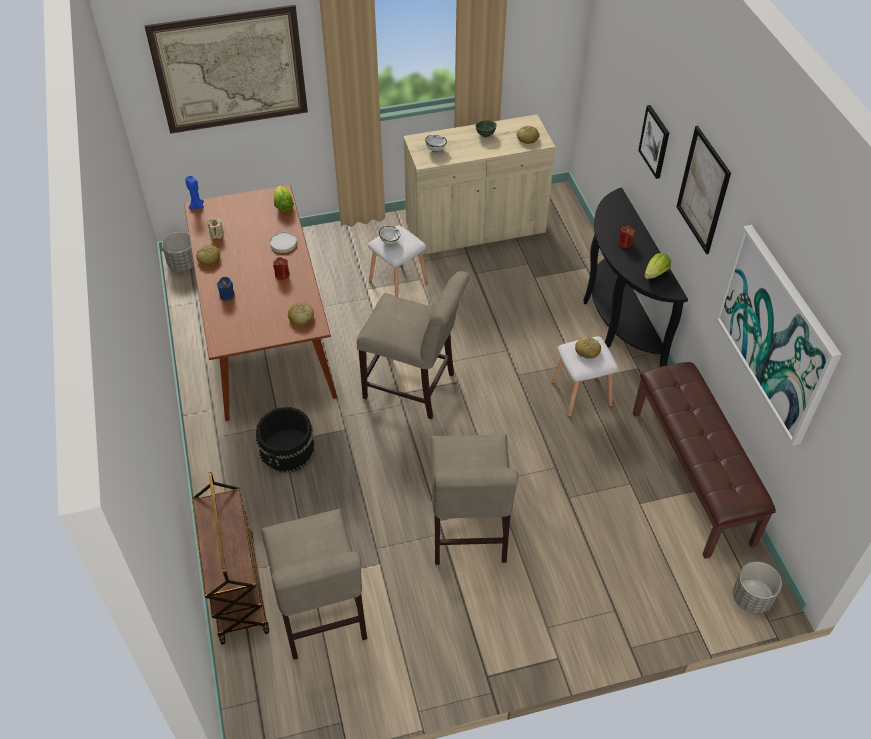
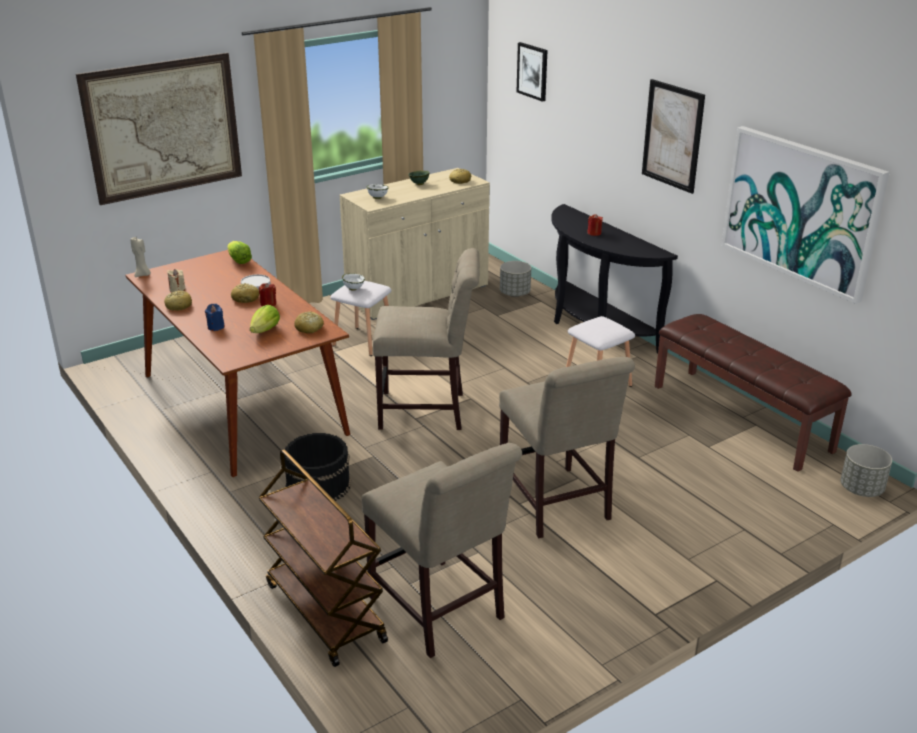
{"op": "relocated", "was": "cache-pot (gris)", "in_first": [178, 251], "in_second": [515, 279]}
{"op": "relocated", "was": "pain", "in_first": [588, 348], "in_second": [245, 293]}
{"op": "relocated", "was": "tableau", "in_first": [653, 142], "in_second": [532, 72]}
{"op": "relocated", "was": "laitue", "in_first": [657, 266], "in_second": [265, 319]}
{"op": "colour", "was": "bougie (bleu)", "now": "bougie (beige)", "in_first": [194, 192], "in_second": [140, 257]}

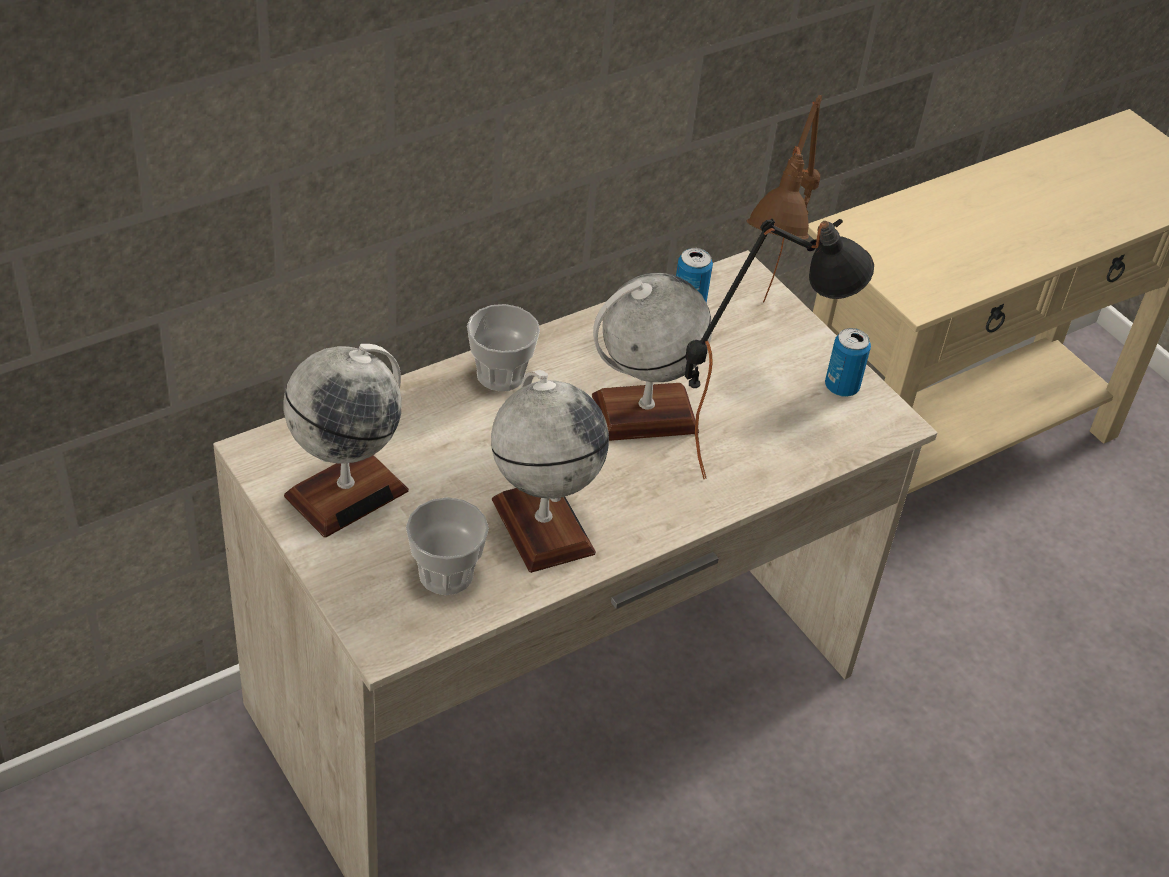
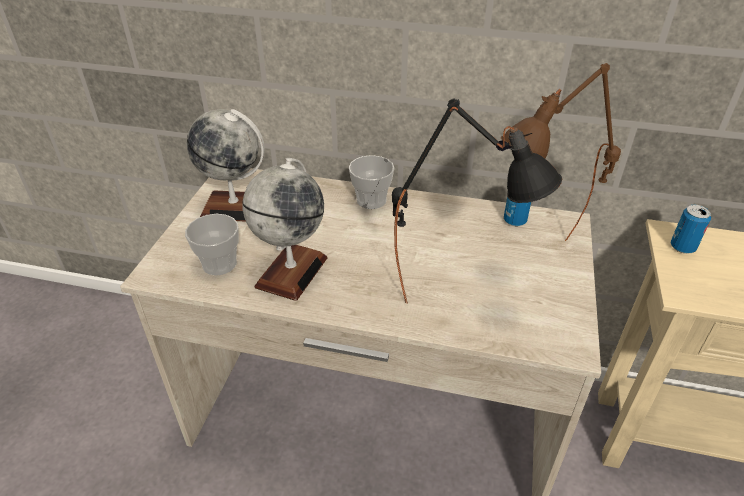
{"op": "missing", "was": "globe", "in_first": [652, 357]}
{"op": "relocated", "was": "boîte métallique", "in_first": [848, 362], "in_second": [691, 229]}

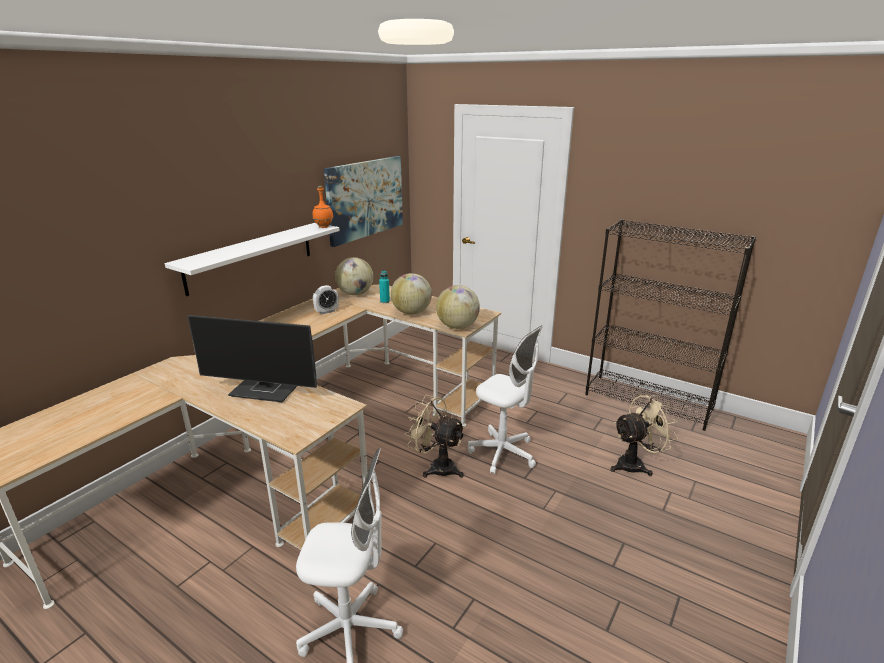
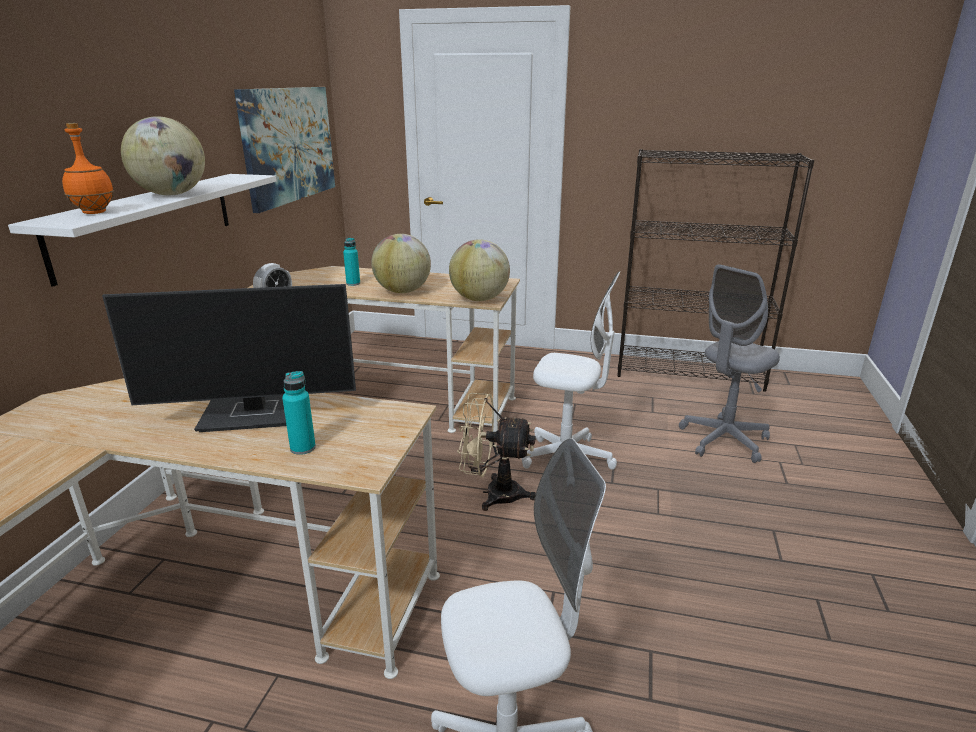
{"op": "appeared", "now": "bouteille (turquoise)", "in_second": [299, 413]}
{"op": "relocated", "was": "bouteille (orange)", "in_first": [323, 207], "in_second": [88, 168]}
{"op": "relocated", "was": "globe", "in_first": [354, 276], "in_second": [163, 155]}
{"op": "exchanged", "was": "ventilateur (beige)", "now": "chaise de bureau (gris)", "in_first": [644, 435], "in_second": [729, 363]}

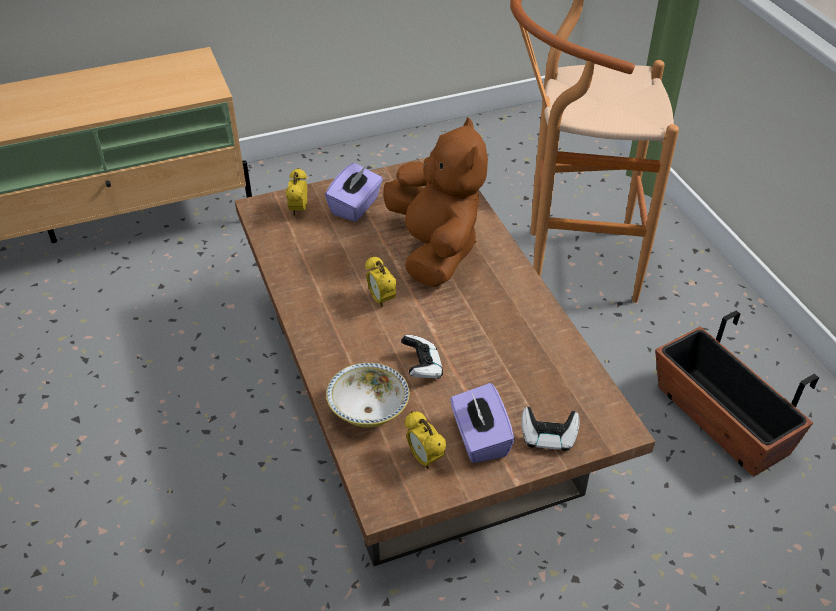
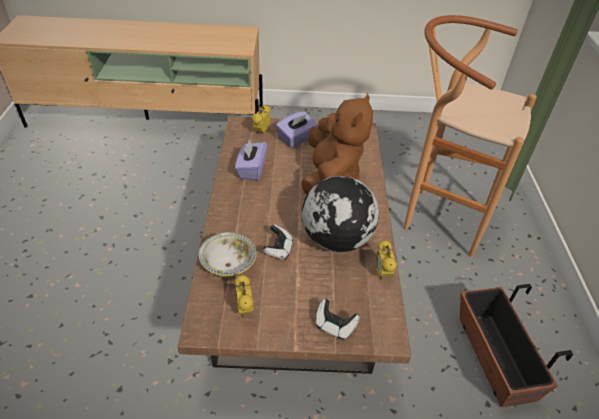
{"op": "appeared", "now": "globe", "in_second": [340, 214]}
{"op": "relocated", "was": "réveil", "in_first": [380, 282], "in_second": [386, 260]}
{"op": "relocated", "was": "boîte à mouchoirs (violet)", "in_first": [482, 423], "in_second": [251, 160]}

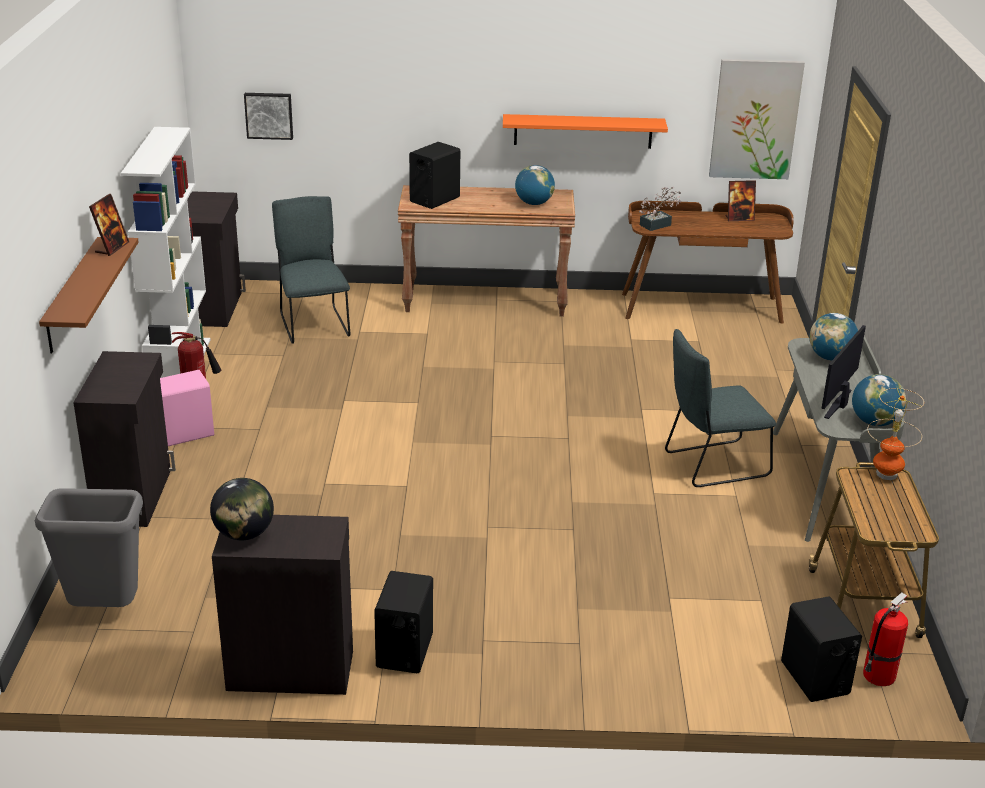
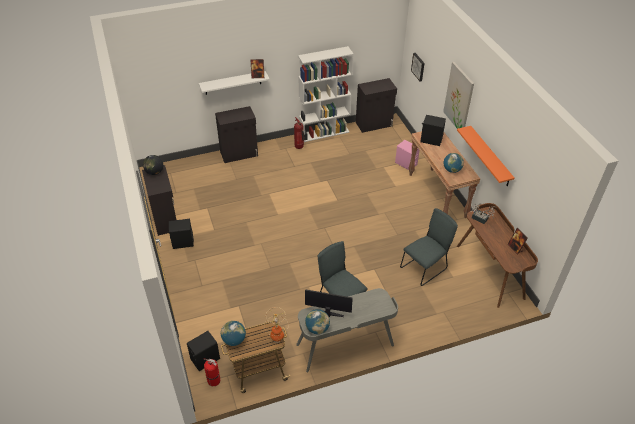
{"op": "missing", "was": "poubelle (gris)", "in_first": [89, 547]}
{"op": "relocated", "was": "enceinte (rose)", "in_first": [187, 408], "in_second": [407, 155]}
{"op": "relocated", "was": "chaise (gris)", "in_first": [311, 270], "in_second": [429, 247]}
{"op": "relocated", "was": "tableau", "in_first": [757, 119], "in_second": [458, 95]}
{"op": "relocated", "was": "globe", "in_first": [833, 337], "in_second": [233, 333]}
{"op": "colour", "was": "étagère (marron)", "now": "étagère (blanc)", "in_first": [89, 295], "in_second": [234, 83]}

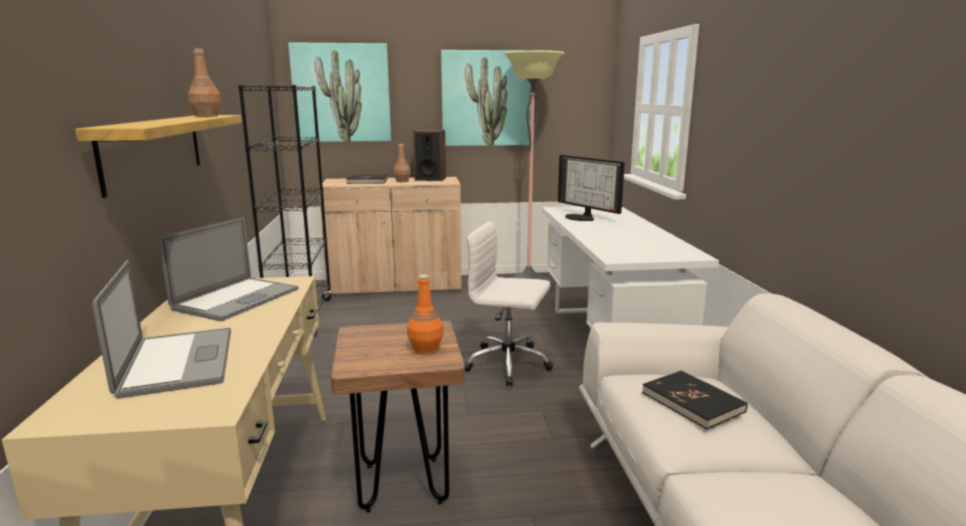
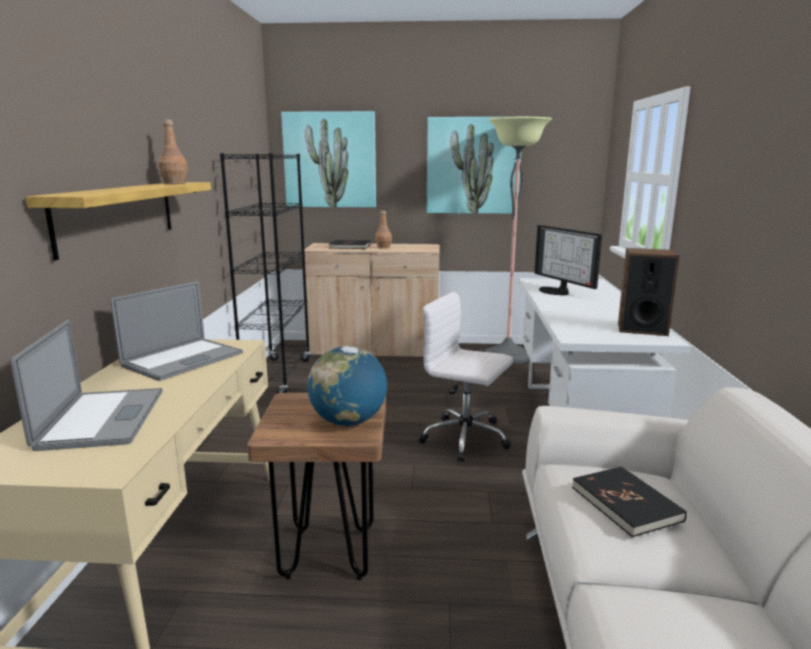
{"op": "relocated", "was": "enceinte", "in_first": [429, 155], "in_second": [648, 292]}
{"op": "exchanged", "was": "bouteille (orange)", "now": "globe", "in_first": [425, 314], "in_second": [347, 386]}

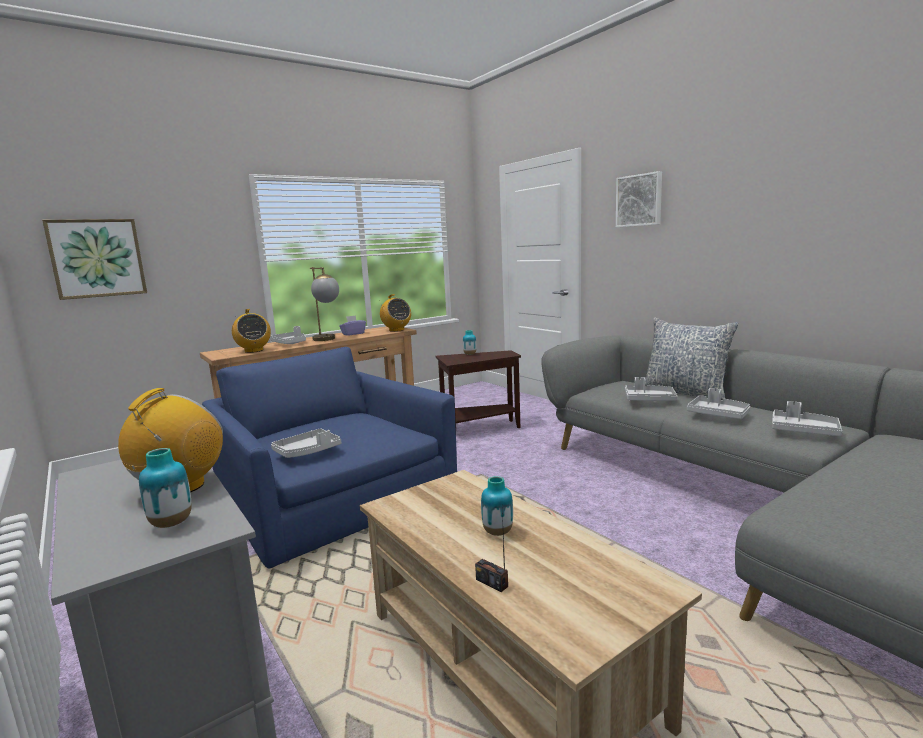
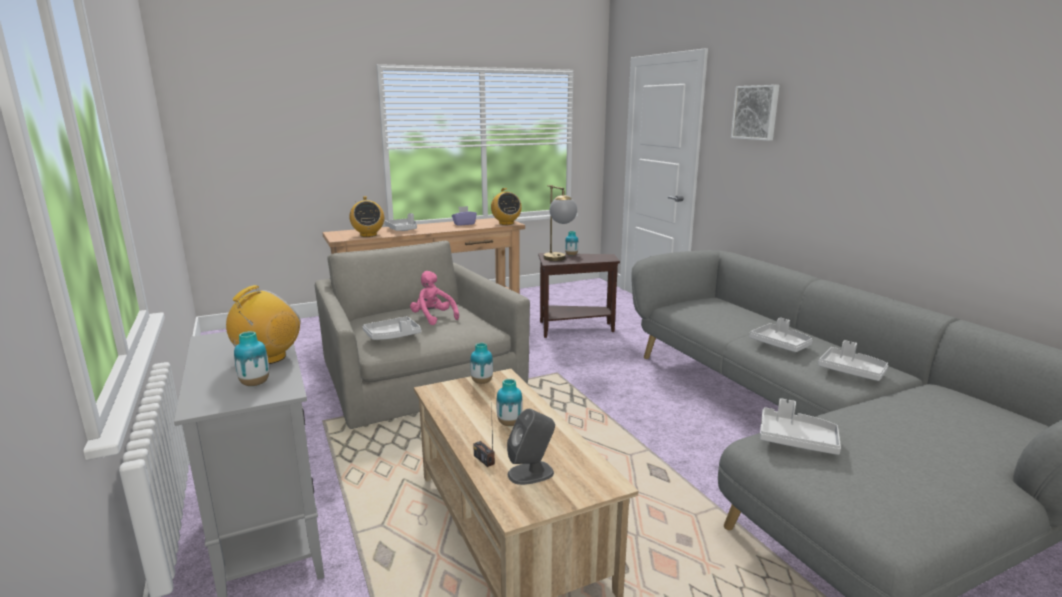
{"op": "missing", "was": "tableau", "in_first": [94, 259]}
{"op": "missing", "was": "coussin", "in_first": [692, 359]}
{"op": "appeared", "now": "peluche (rose)", "in_second": [434, 298]}
{"op": "appeared", "now": "vase", "in_second": [481, 363]}
{"op": "appeared", "now": "enceinte (gris)", "in_second": [531, 447]}
{"op": "relocated", "was": "lampe de table", "in_first": [324, 304], "in_second": [560, 223]}
{"op": "relocated", "was": "plateau (gris)", "in_first": [651, 389], "in_second": [800, 426]}
{"op": "colour", "was": "fauteuil (bleu)", "now": "fauteuil (gris)", "in_first": [329, 457], "in_second": [422, 335]}

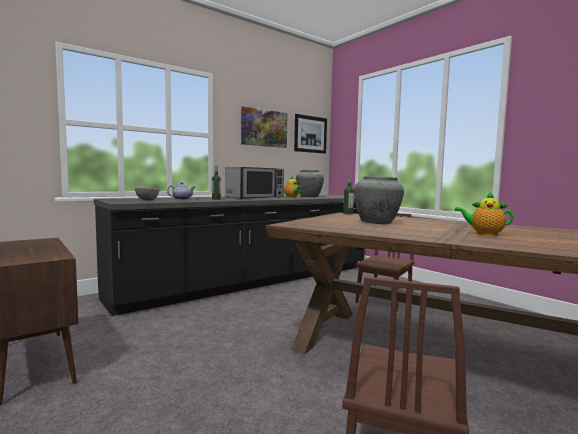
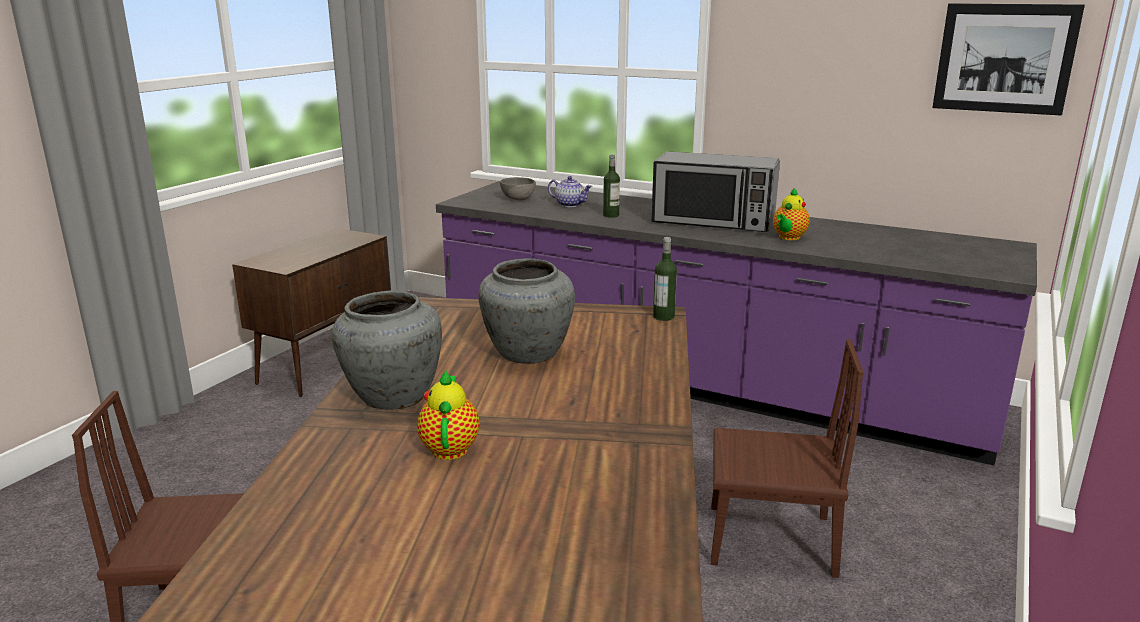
{"op": "missing", "was": "tableau", "in_first": [264, 127]}
{"op": "relocated", "was": "vase (gris)", "in_first": [310, 183], "in_second": [387, 350]}
{"op": "colour", "was": "comptoir de cuisine (noir)", "now": "comptoir de cuisine (violet)", "in_first": [229, 255], "in_second": [736, 323]}

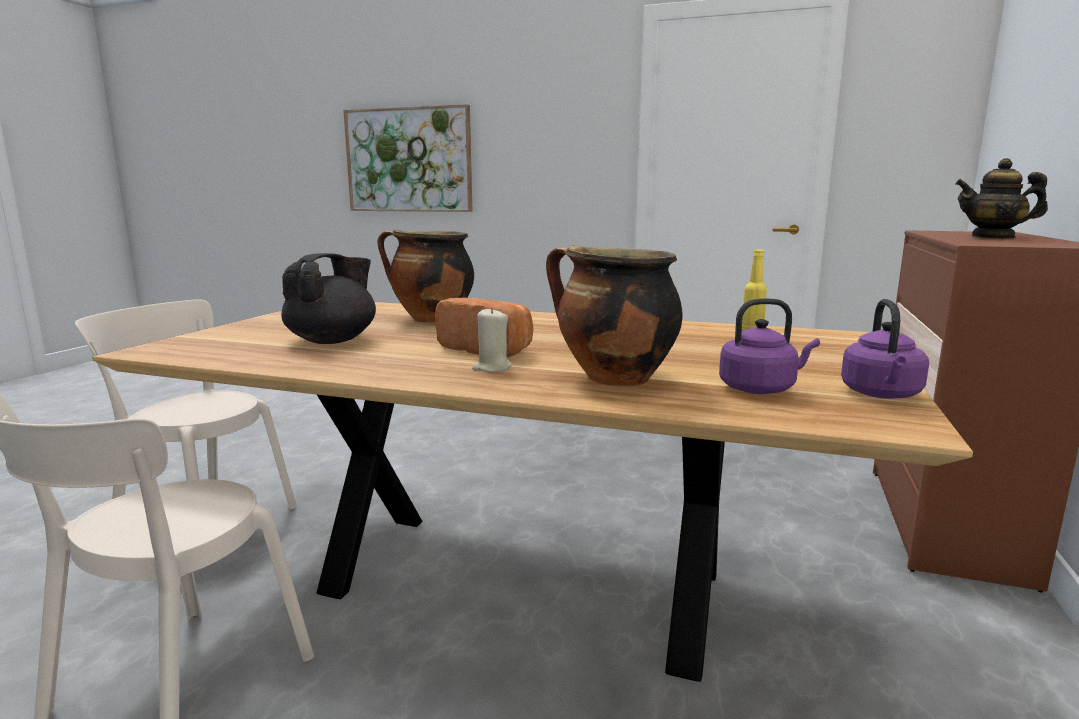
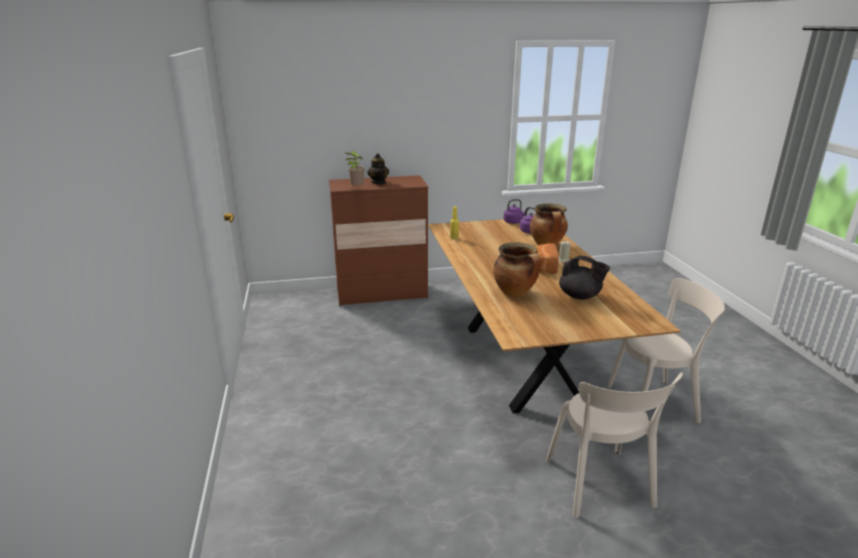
{"op": "missing", "was": "tableau", "in_first": [408, 158]}
{"op": "appeared", "now": "plante en pot", "in_second": [355, 169]}
{"op": "spun", "was": "théière (noir)", "in_first": [328, 298], "in_second": [584, 278], "clockwise": -150}

